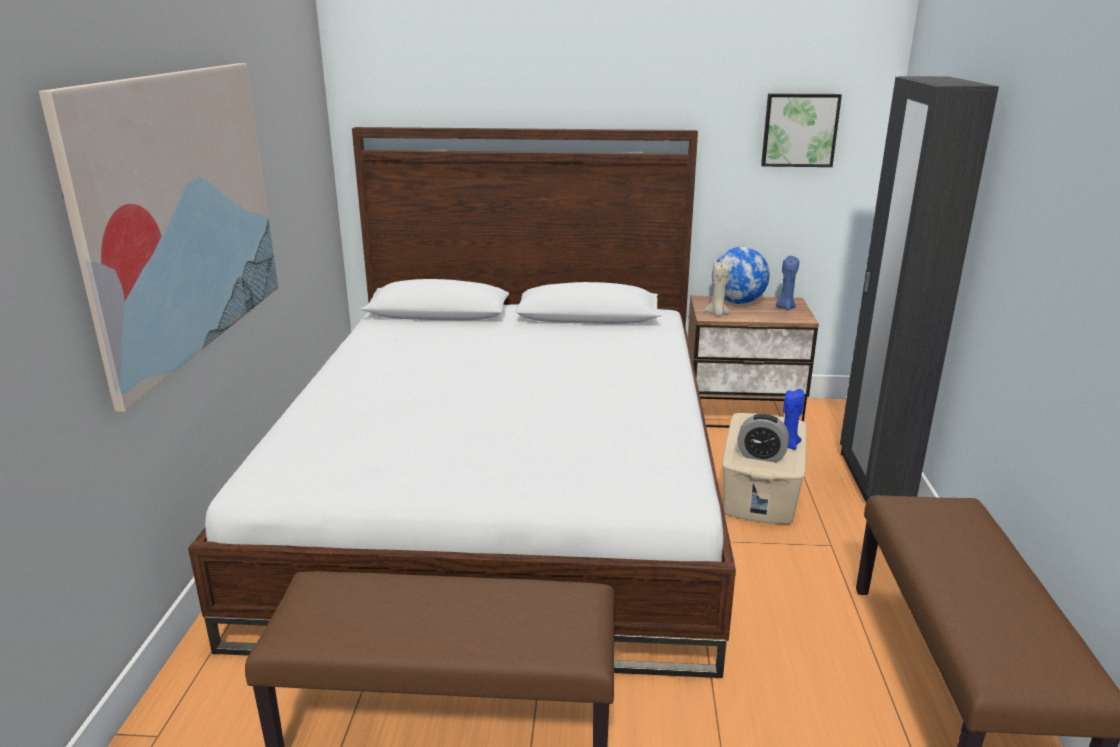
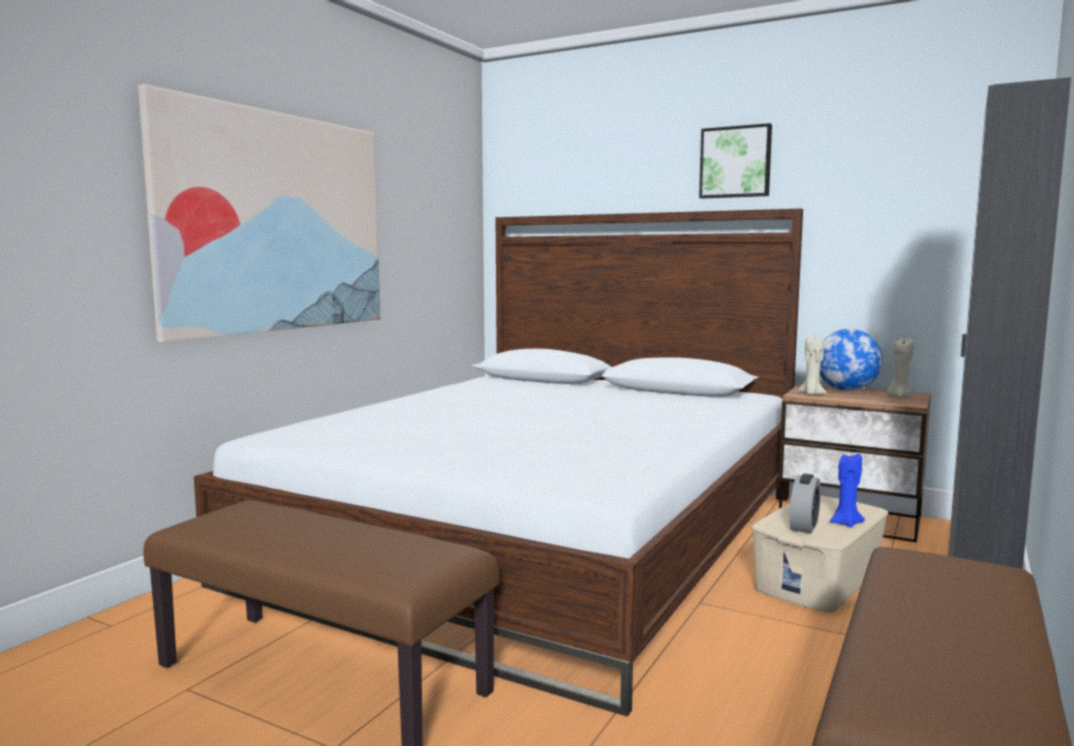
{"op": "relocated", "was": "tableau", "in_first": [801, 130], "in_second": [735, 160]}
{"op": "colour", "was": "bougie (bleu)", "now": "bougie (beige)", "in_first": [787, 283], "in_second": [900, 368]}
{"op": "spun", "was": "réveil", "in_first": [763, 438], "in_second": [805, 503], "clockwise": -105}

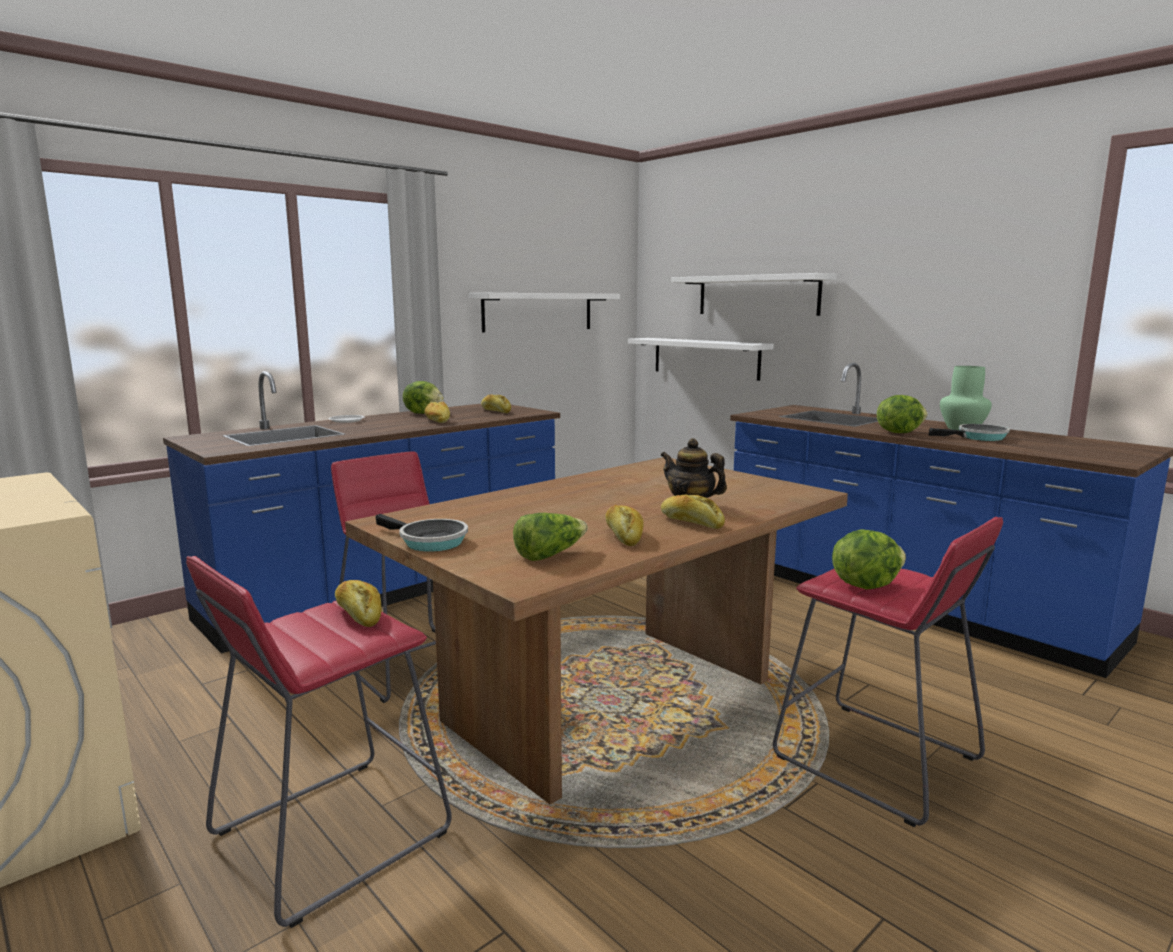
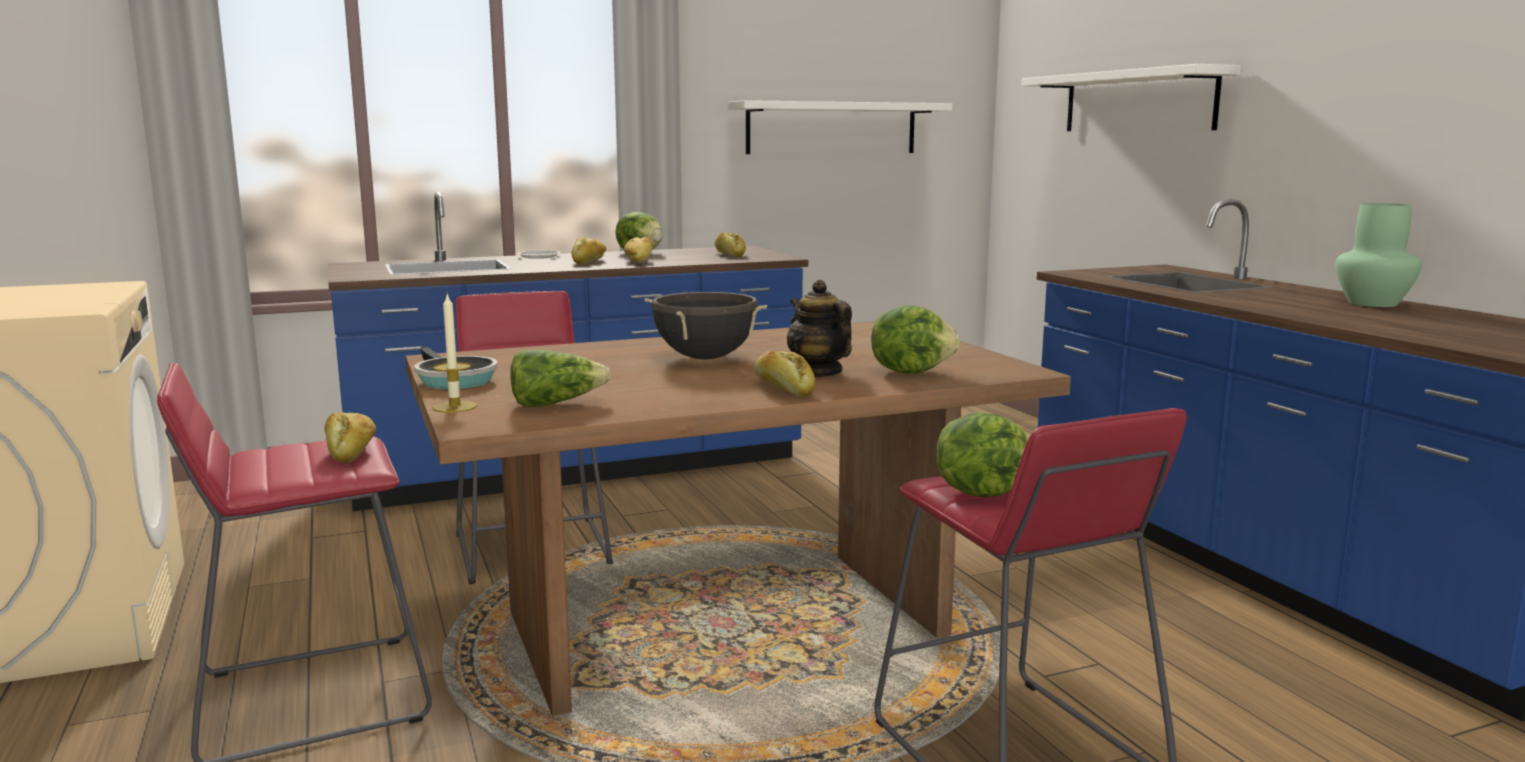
{"op": "missing", "was": "étagère (blanc)", "in_first": [701, 359]}
{"op": "missing", "was": "poêle", "in_first": [969, 432]}
{"op": "appeared", "now": "bougie", "in_second": [455, 353]}
{"op": "appeared", "now": "marmite (noir)", "in_second": [706, 325]}
{"op": "relocated", "was": "pain", "in_first": [624, 525], "in_second": [589, 250]}
{"op": "relocated", "was": "laitue", "in_first": [902, 414], "in_second": [915, 339]}

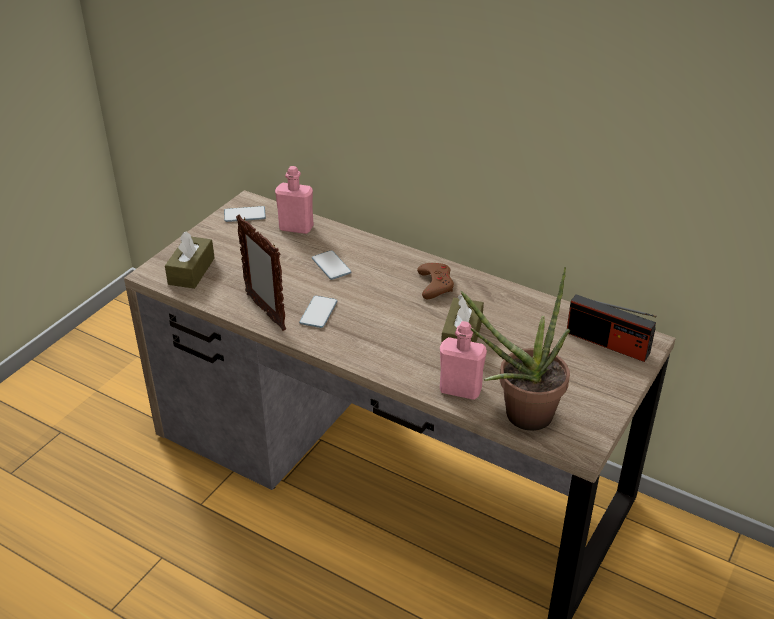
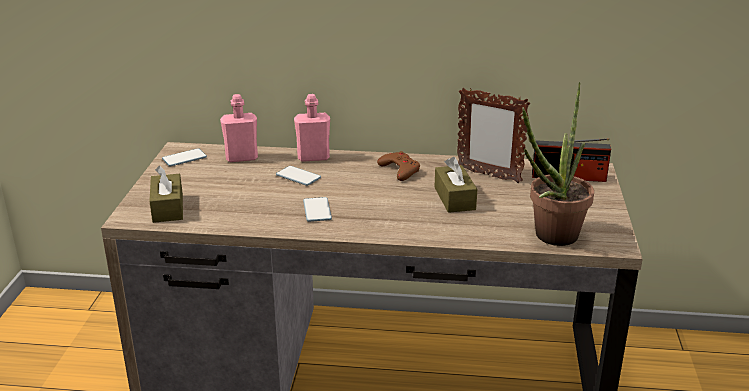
{"op": "relocated", "was": "cadre photo", "in_first": [261, 272], "in_second": [493, 135]}
{"op": "relocated", "was": "bouteille (rose)", "in_first": [463, 360], "in_second": [312, 128]}

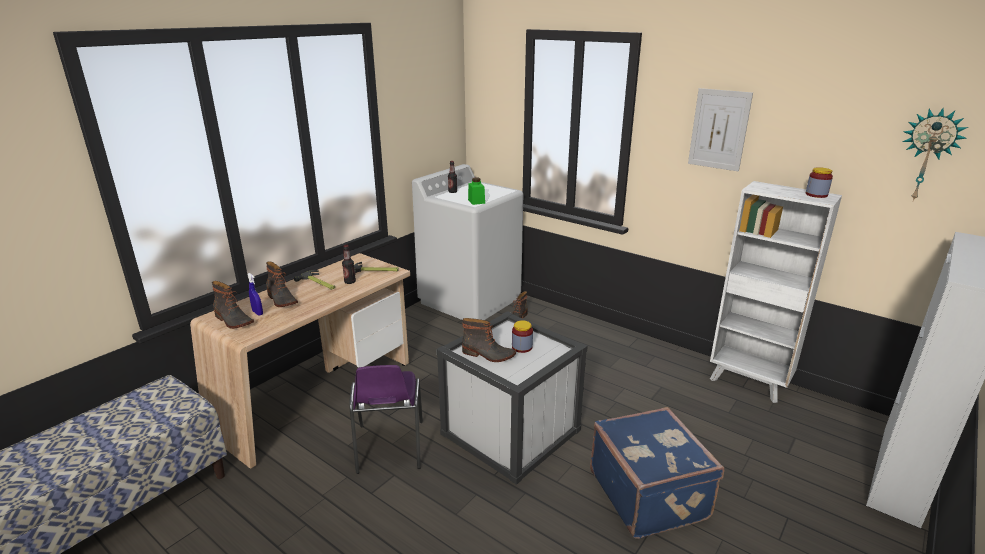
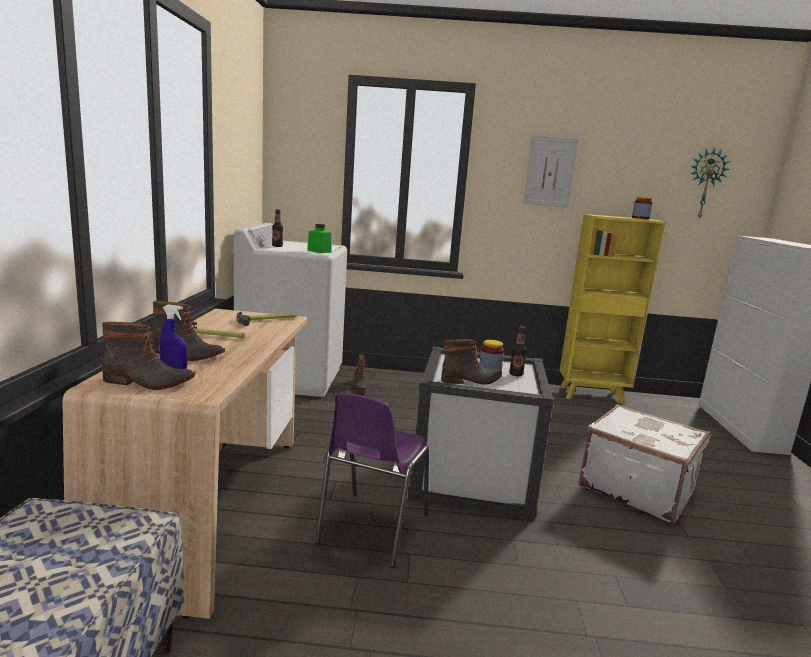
{"op": "relocated", "was": "bouteille", "in_first": [349, 264], "in_second": [518, 351]}
{"op": "colour", "was": "valise (bleu)", "now": "valise (blanc)", "in_first": [657, 473], "in_second": [645, 464]}
{"op": "colour", "was": "bibliothèque (blanc)", "now": "bibliothèque (jaune)", "in_first": [776, 292], "in_second": [612, 309]}
{"op": "spun", "was": "chaise (violet)", "in_first": [386, 419], "in_second": [372, 480], "clockwise": 60}

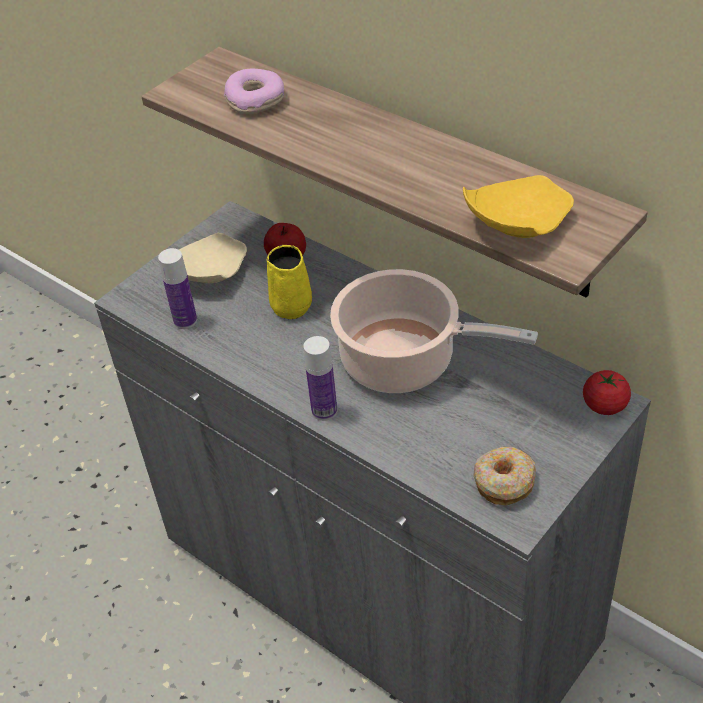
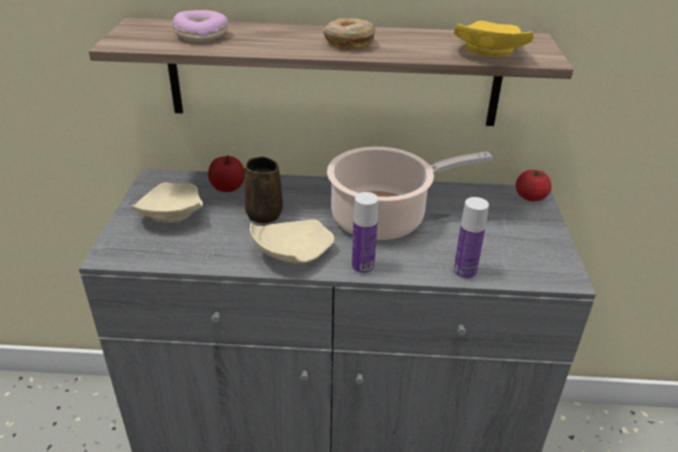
{"op": "appeared", "now": "assiette (beige)", "in_second": [292, 241]}
{"op": "relocated", "was": "bouteille", "in_first": [177, 288], "in_second": [471, 238]}
{"op": "relocated", "was": "beignet", "in_first": [505, 476], "in_second": [349, 34]}
{"op": "colour", "was": "mug (jaune)", "now": "mug (marron)", "in_first": [289, 282], "in_second": [263, 190]}

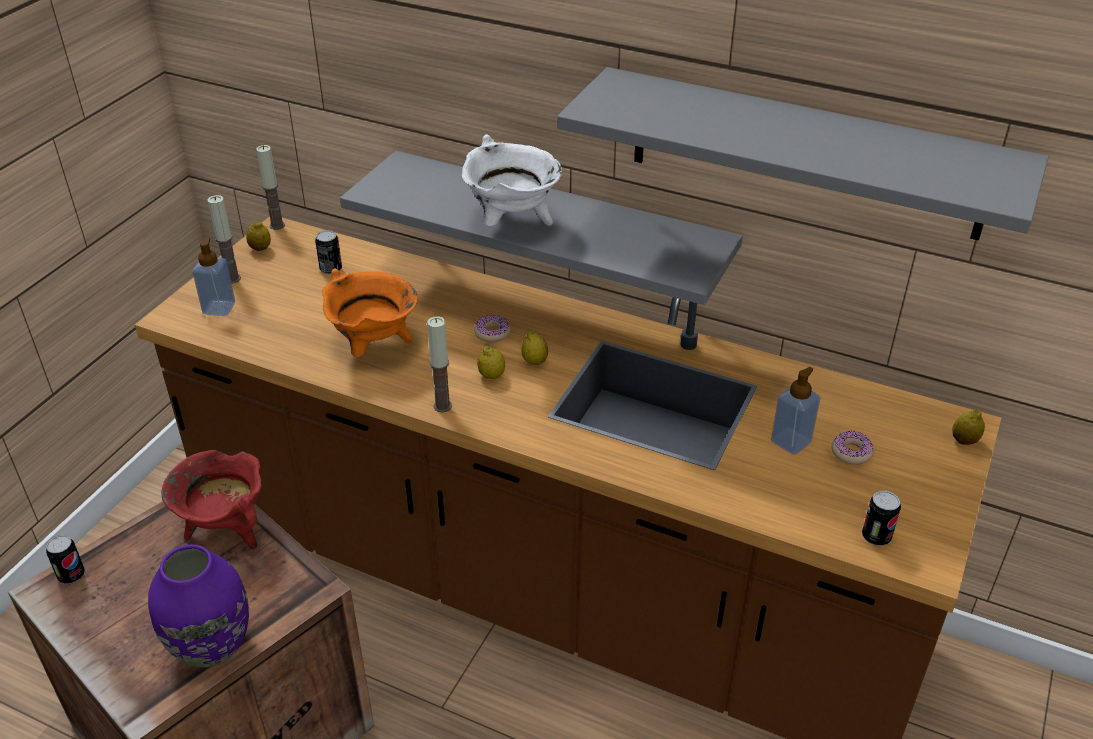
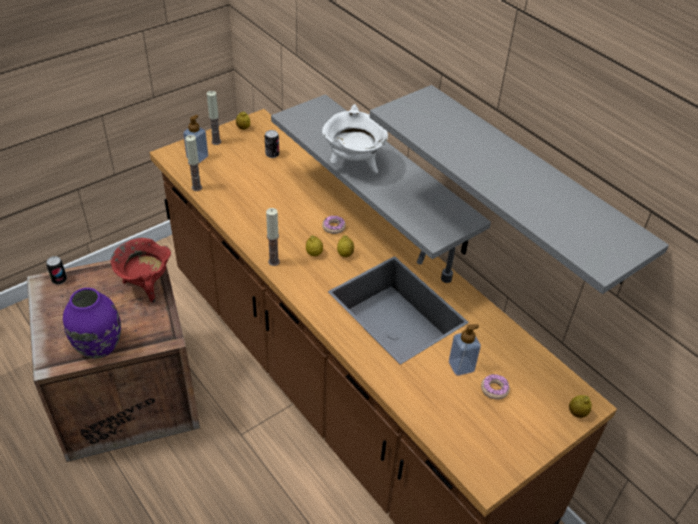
{"op": "missing", "was": "marmite (orange)", "in_first": [370, 312]}
{"op": "missing", "was": "boîte métallique", "in_first": [881, 518]}
{"op": "relocated", "was": "bougie", "in_first": [270, 187], "in_second": [193, 163]}

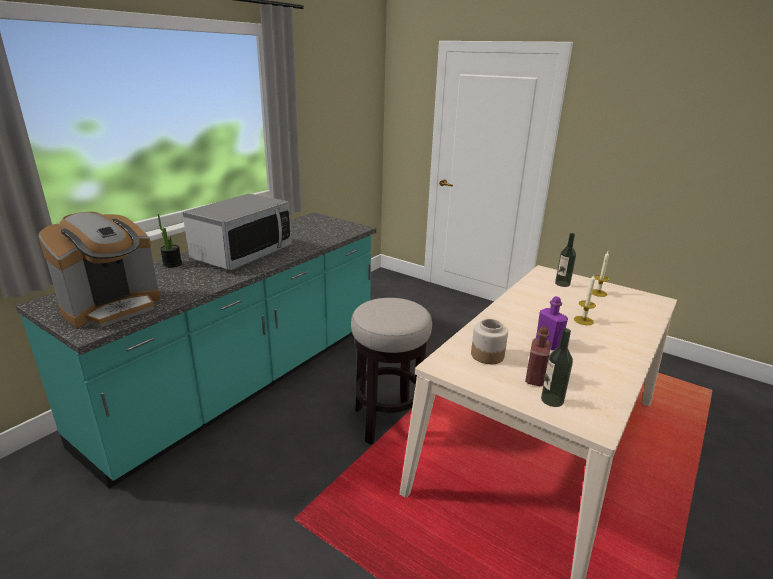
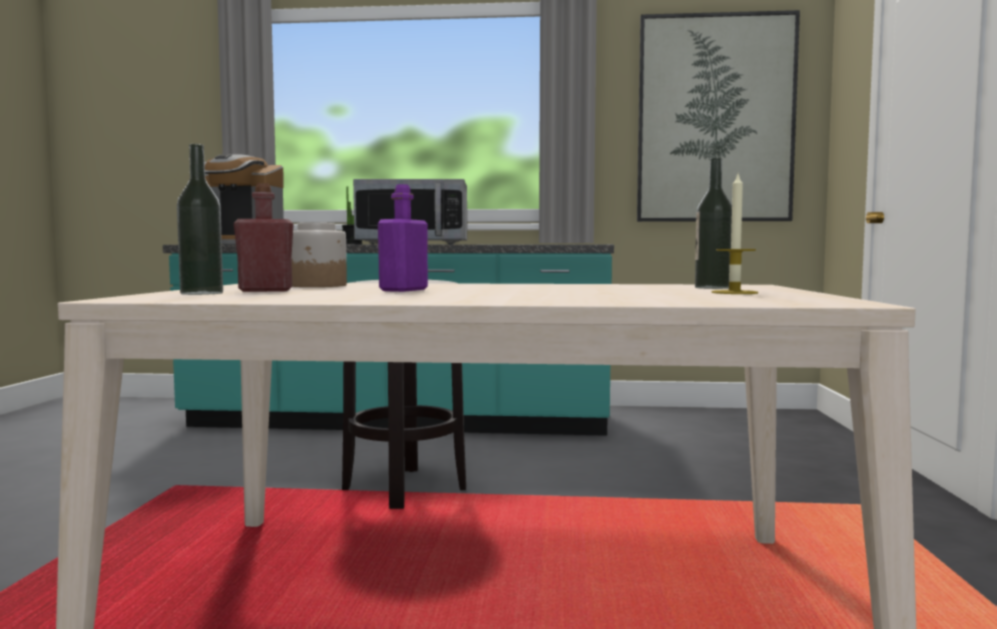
{"op": "missing", "was": "bougie", "in_first": [585, 300]}
{"op": "appeared", "now": "tableau", "in_second": [718, 116]}

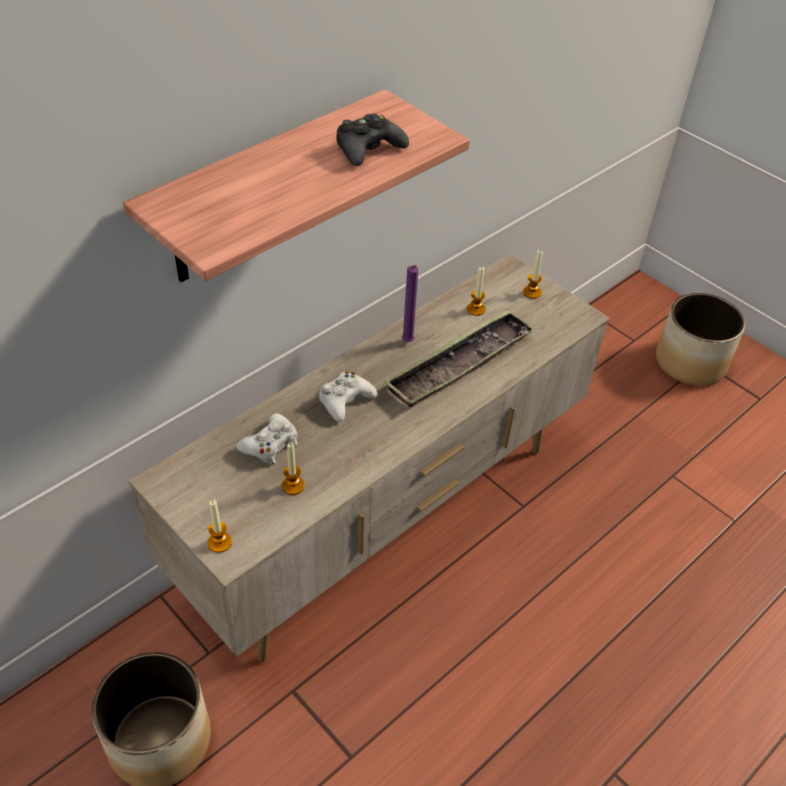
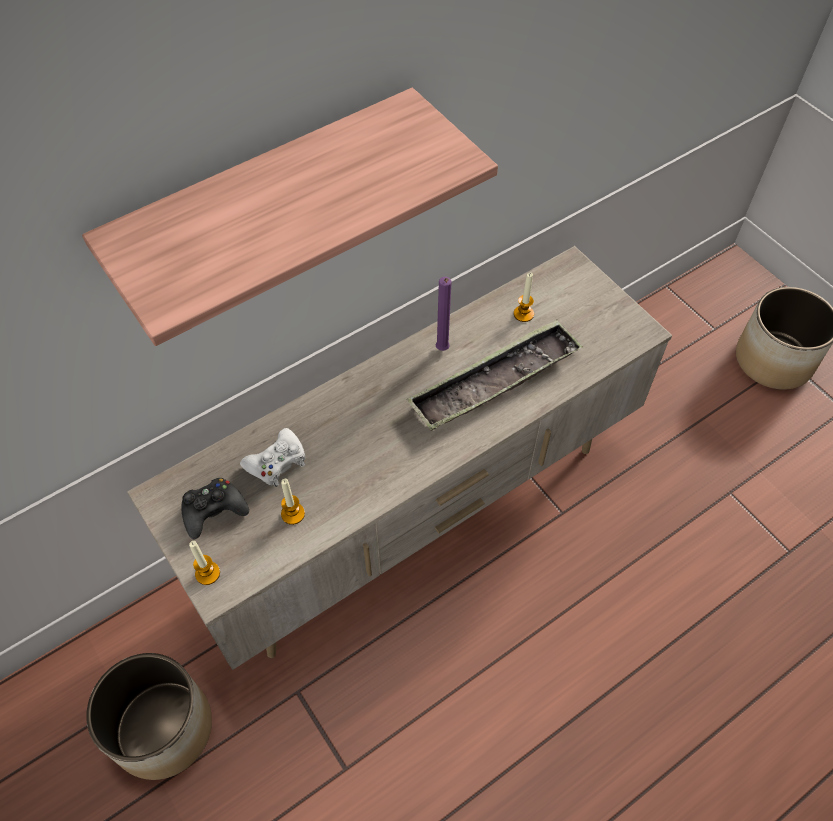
{"op": "missing", "was": "manette (blanc)", "in_first": [348, 396]}
{"op": "missing", "was": "bougie", "in_first": [533, 274]}
{"op": "relocated", "was": "manette (noir)", "in_first": [372, 139], "in_second": [215, 508]}

